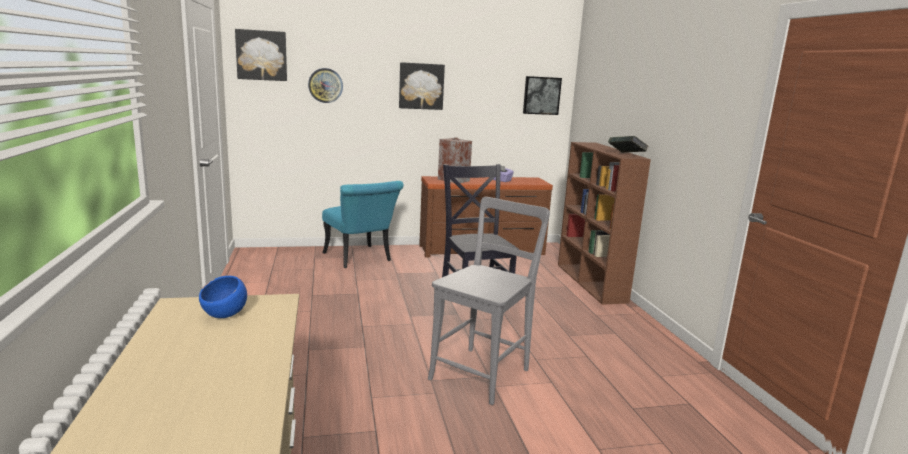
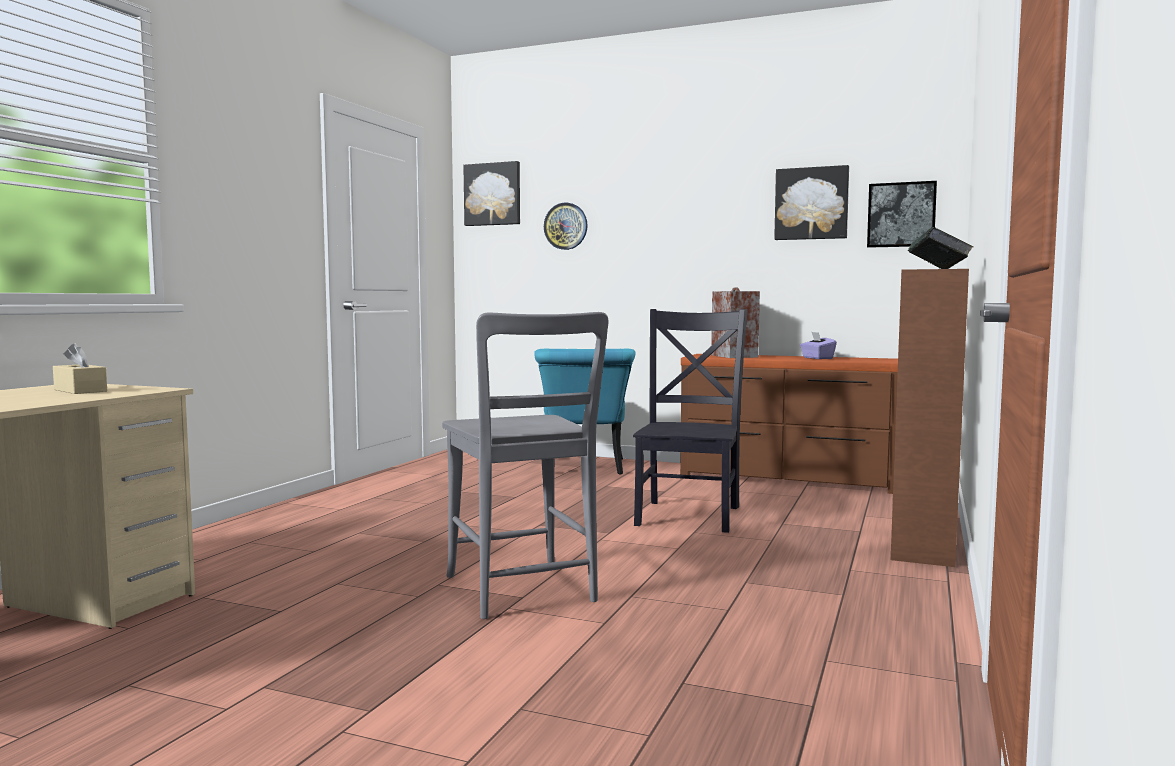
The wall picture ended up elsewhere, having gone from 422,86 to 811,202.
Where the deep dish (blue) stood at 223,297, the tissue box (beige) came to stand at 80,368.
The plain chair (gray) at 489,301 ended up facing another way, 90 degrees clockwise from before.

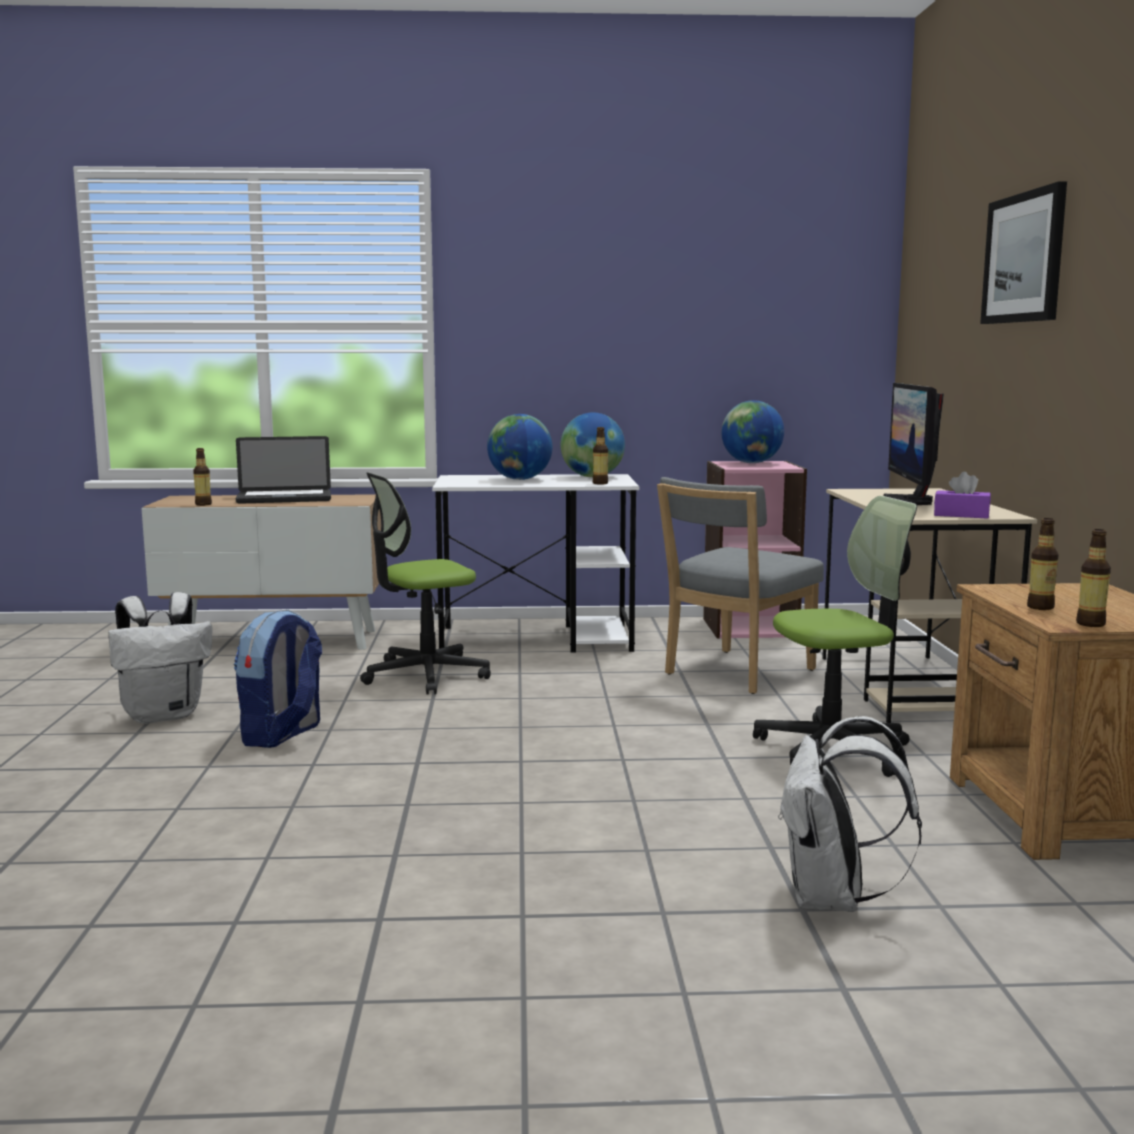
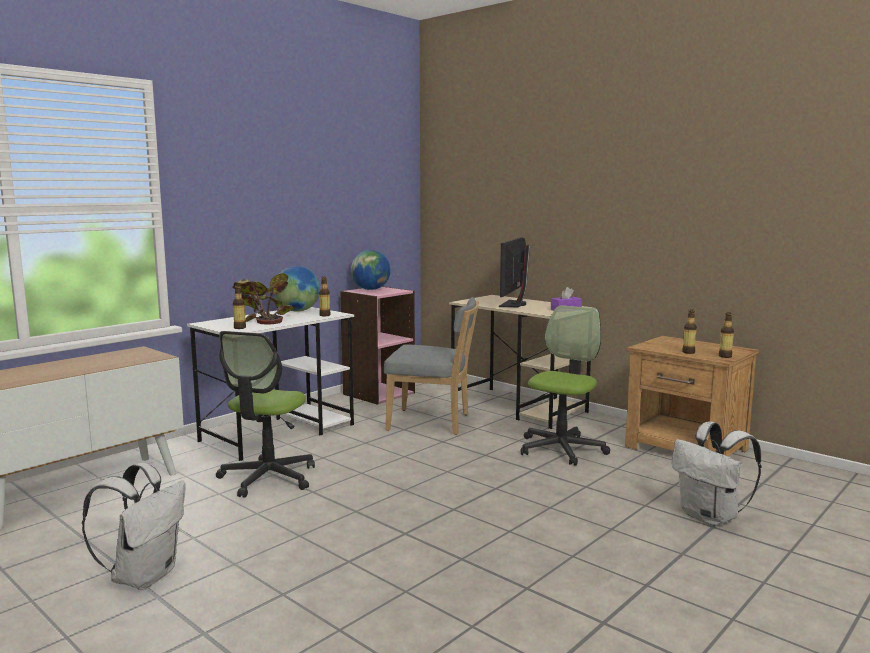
The second view lost the backpack at 278,678.
The second view lost the laptop at 283,470.
The second view lost the wall picture at 1023,252.
The beverage bottle ended up elsewhere, having gone from 202,477 to 239,307.
Where the world globe stood at 519,447, the plant in a pot came to stand at 263,299.
The plain chair (gray) at 740,585 ended up facing another way, 75 degrees counterclockwise from before.
The monitor at 914,444 ended up facing another way, 60 degrees clockwise from before.

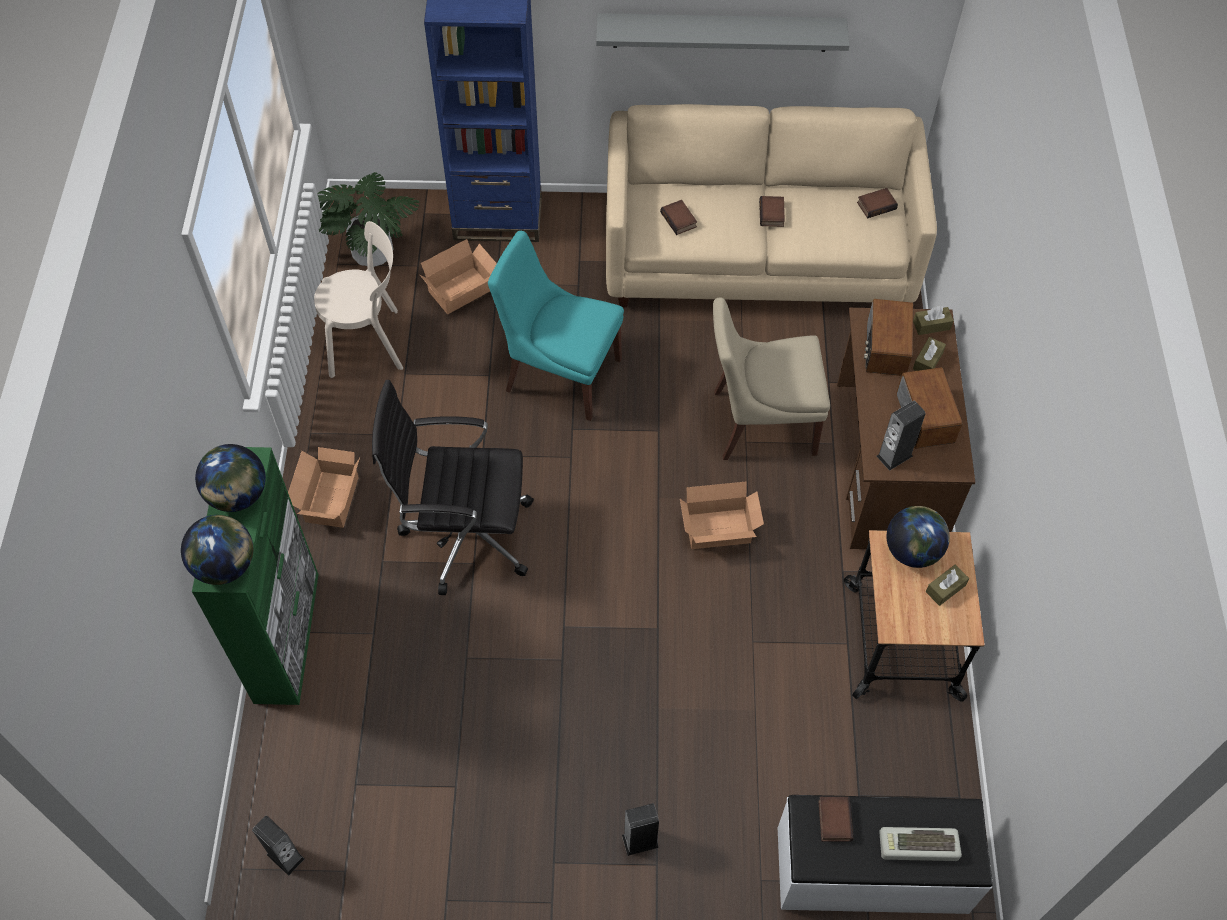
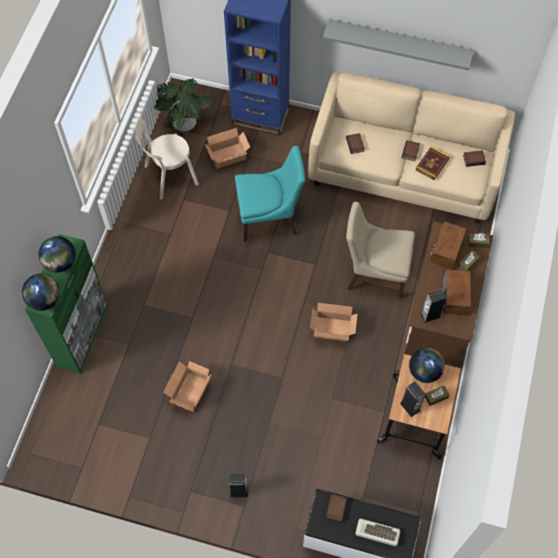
The second view lost the office chair (black-coloured) at 453,487.
The second view gained the bound book at 433,163.
The audio speaker ended up elsewhere, having gone from 278,845 to 413,399.
The packing box ended up elsewhere, having gone from 324,487 to 187,386.
The plain chair (beige) at 358,299 ended up facing another way, 150 degrees clockwise from before.
The plain chair (blue-green) at 556,326 ended up facing another way, 135 degrees clockwise from before.

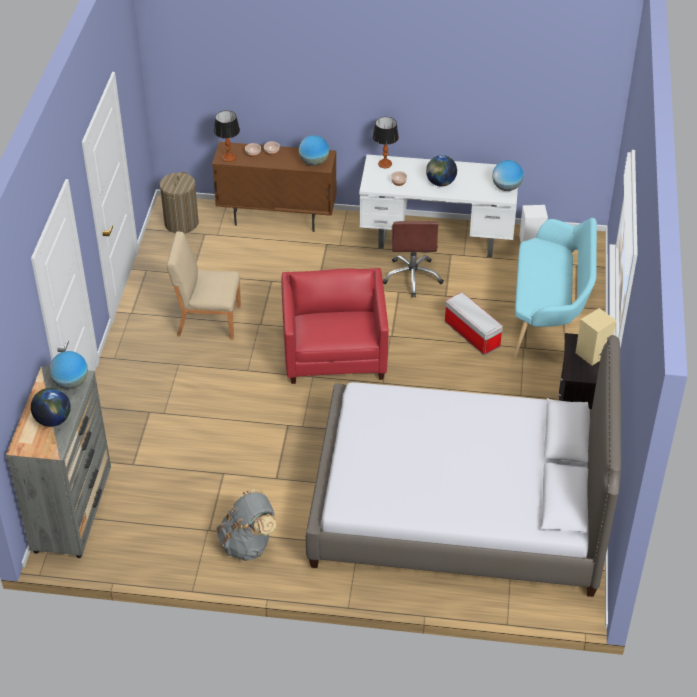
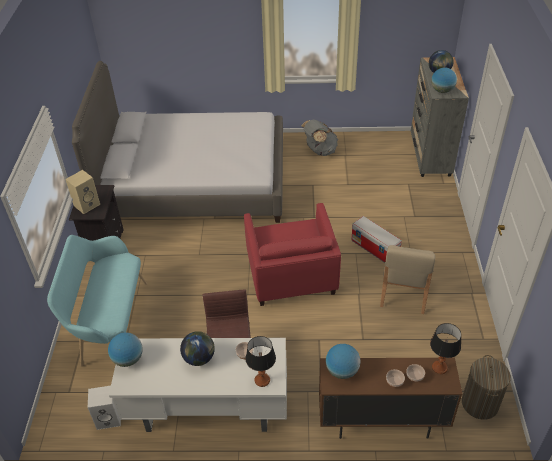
The storage box ended up elsewhere, having gone from 474,323 to 376,239.
The plain chair (beige) at 204,285 ended up facing another way, 105 degrees clockwise from before.

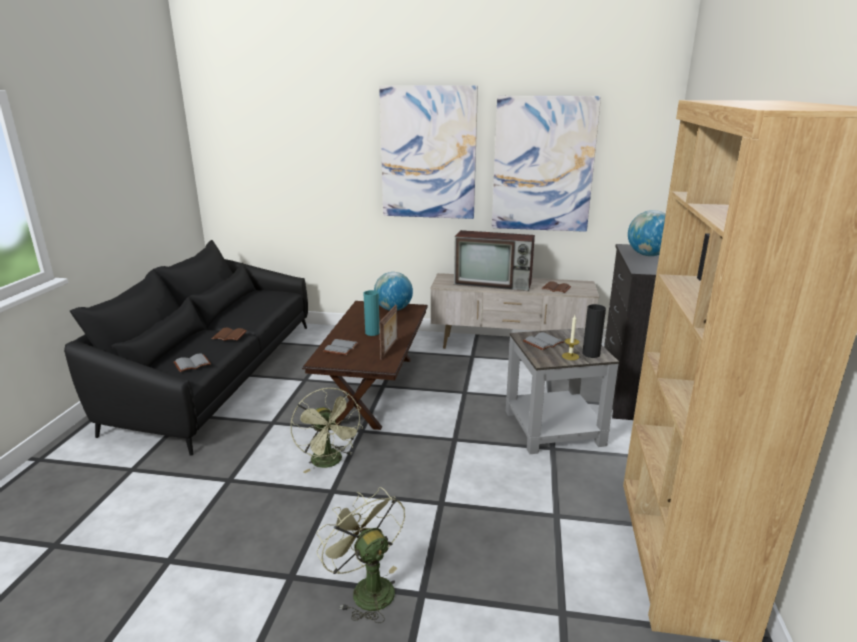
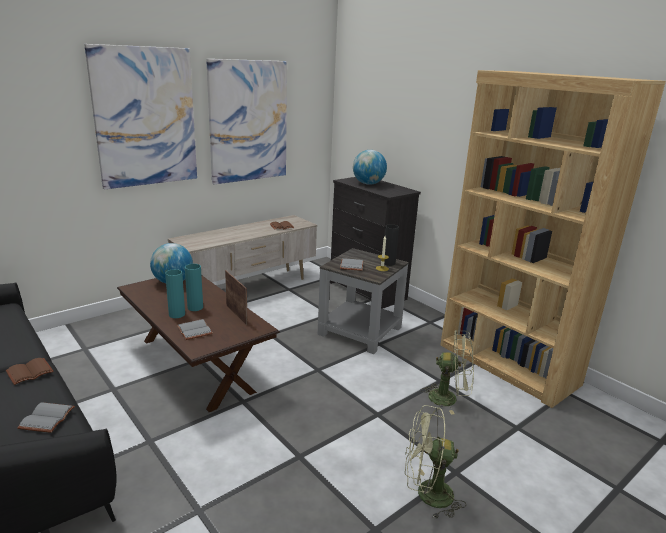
The second view lost the TV at 494,260.
The second view gained the flower vase (blue-green) at 175,293.
The electric fan (greenish) ended up elsewhere, having gone from 327,430 to 447,372.

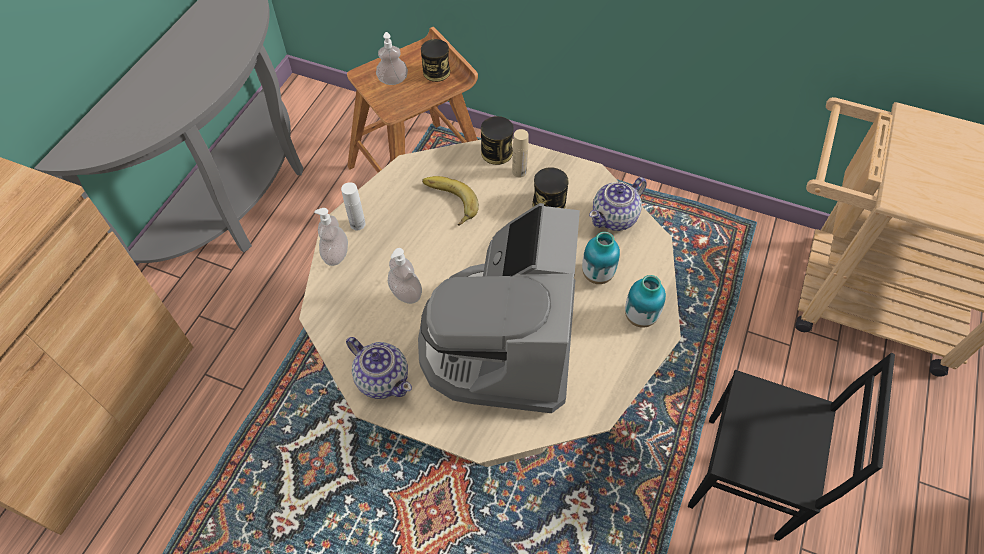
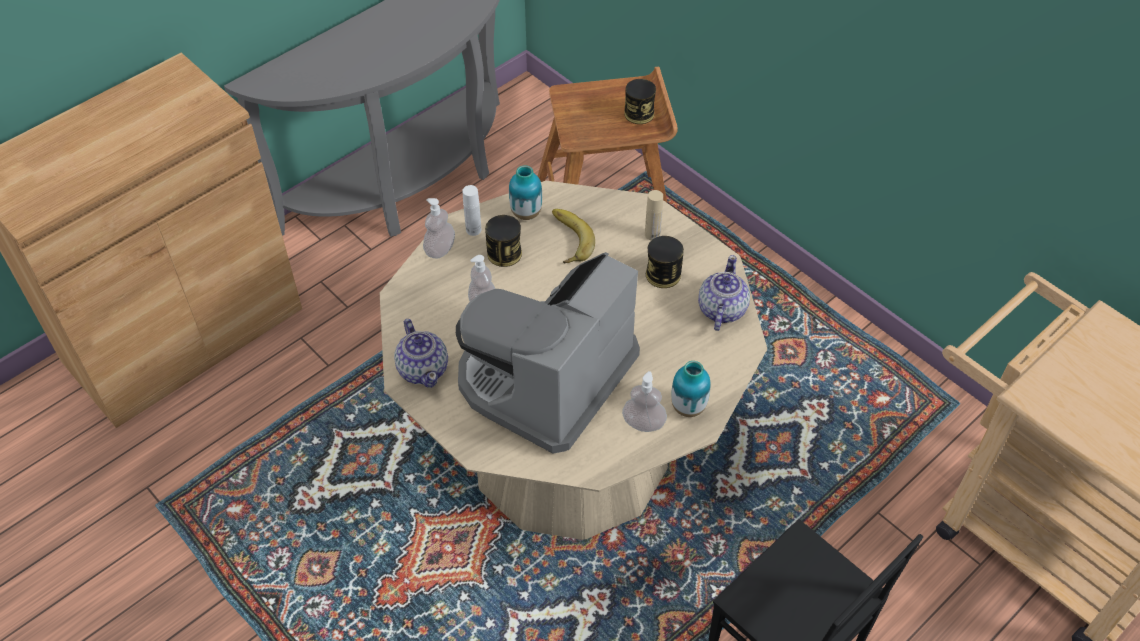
The liquid soap bottle ended up elsewhere, having gone from 392,58 to 644,401.
The sealed can ended up elsewhere, having gone from 497,140 to 503,241.
The flower vase ended up elsewhere, having gone from 601,258 to 525,192.
The teapot at 618,204 ended up facing another way, 120 degrees clockwise from before.

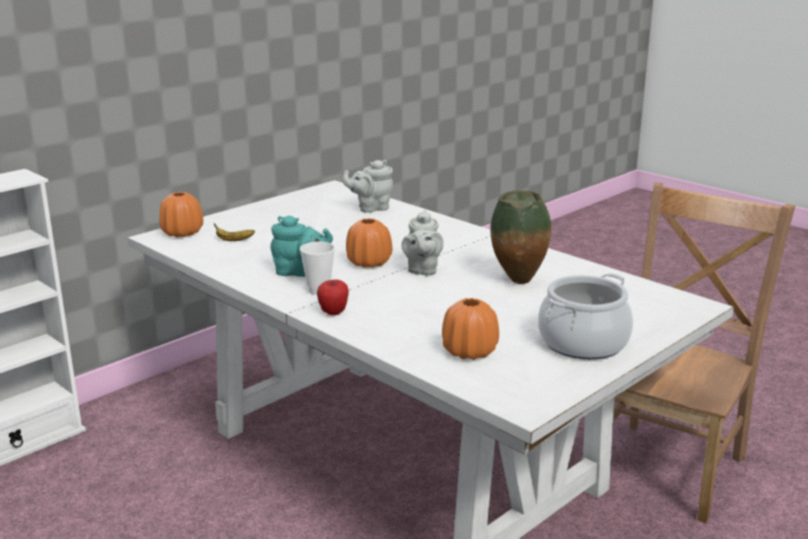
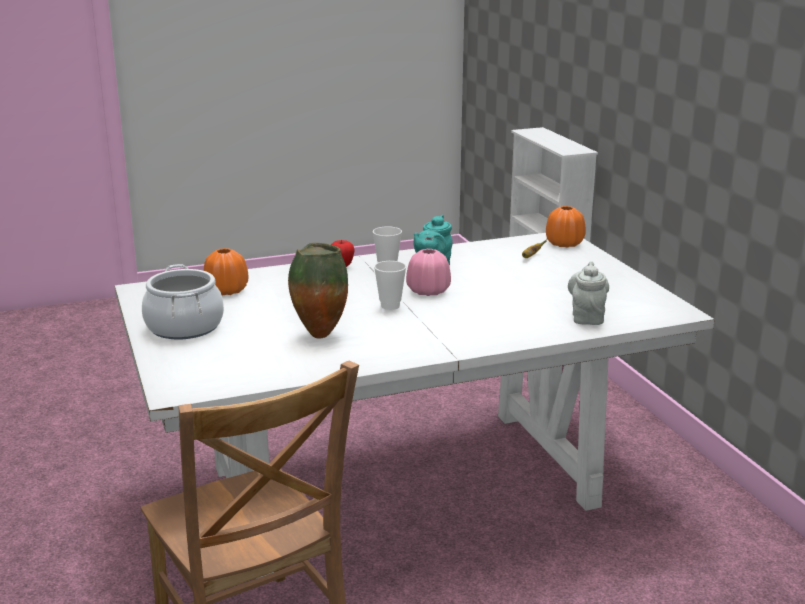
Where the teapot (gray) stood at 422,243, the cup came to stand at 390,285.
What was the flower vase (orange-coloured) at 369,243 turned into the flower vase (pinkish) at 428,272.

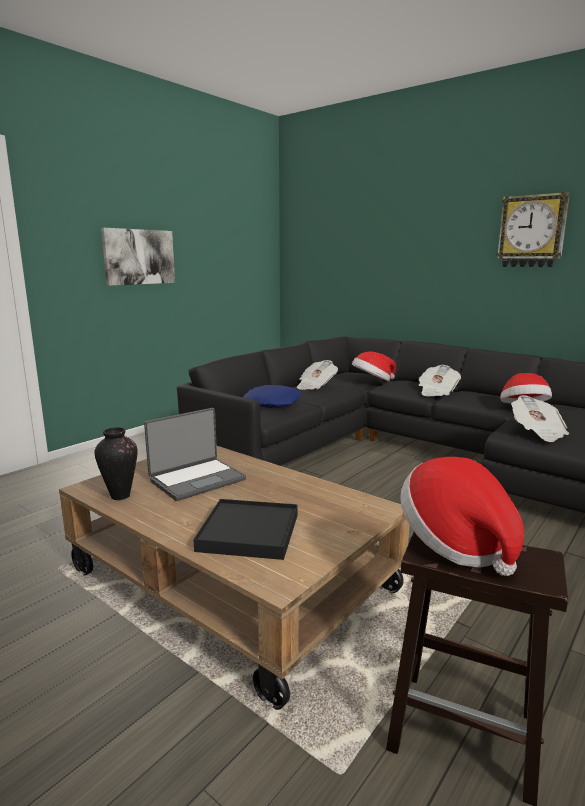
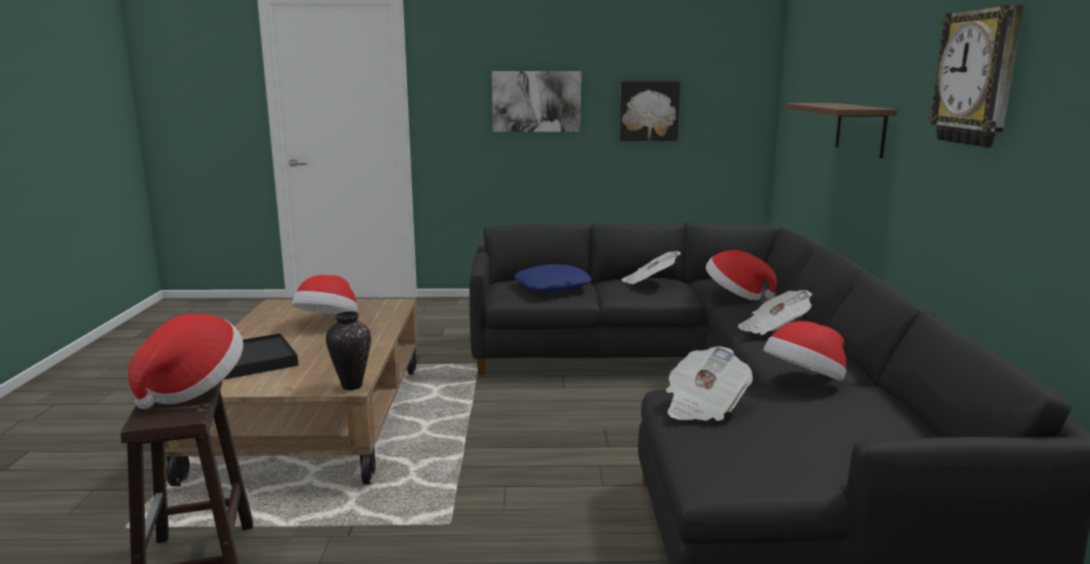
The second view gained the wall picture at 649,111.
The second view gained the shelf (brownish) at 841,131.
The flower vase ended up elsewhere, having gone from 116,463 to 348,350.
Where the laptop stood at 195,454, the wearable hat came to stand at 325,294.

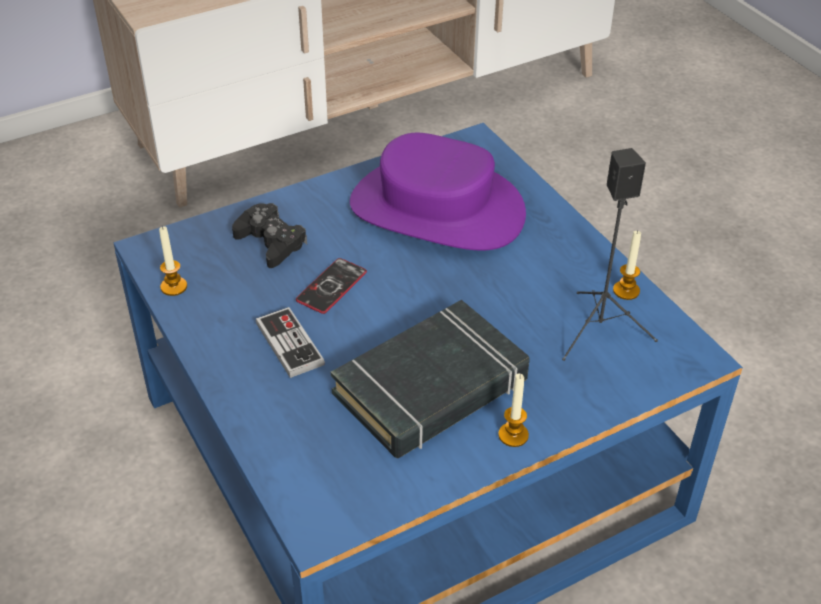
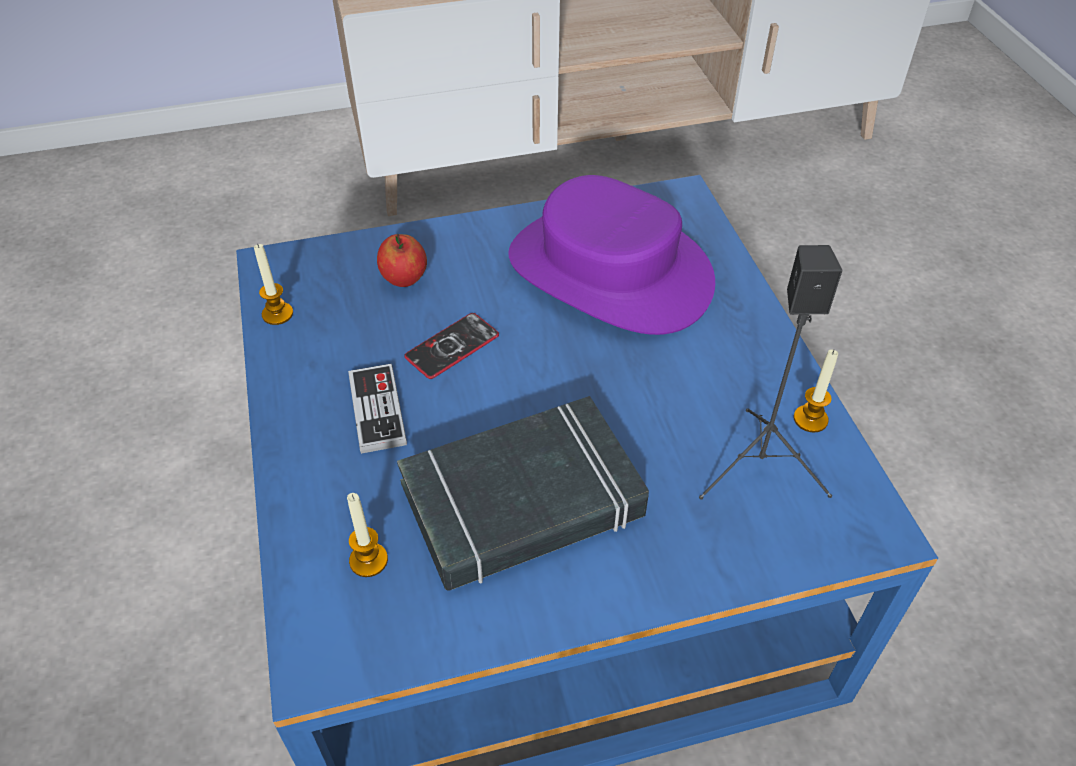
The wax candle ended up elsewhere, having gone from 513,410 to 367,535.
Where the gamepad (black-coloured) stood at 269,235, the apple came to stand at 402,260.

